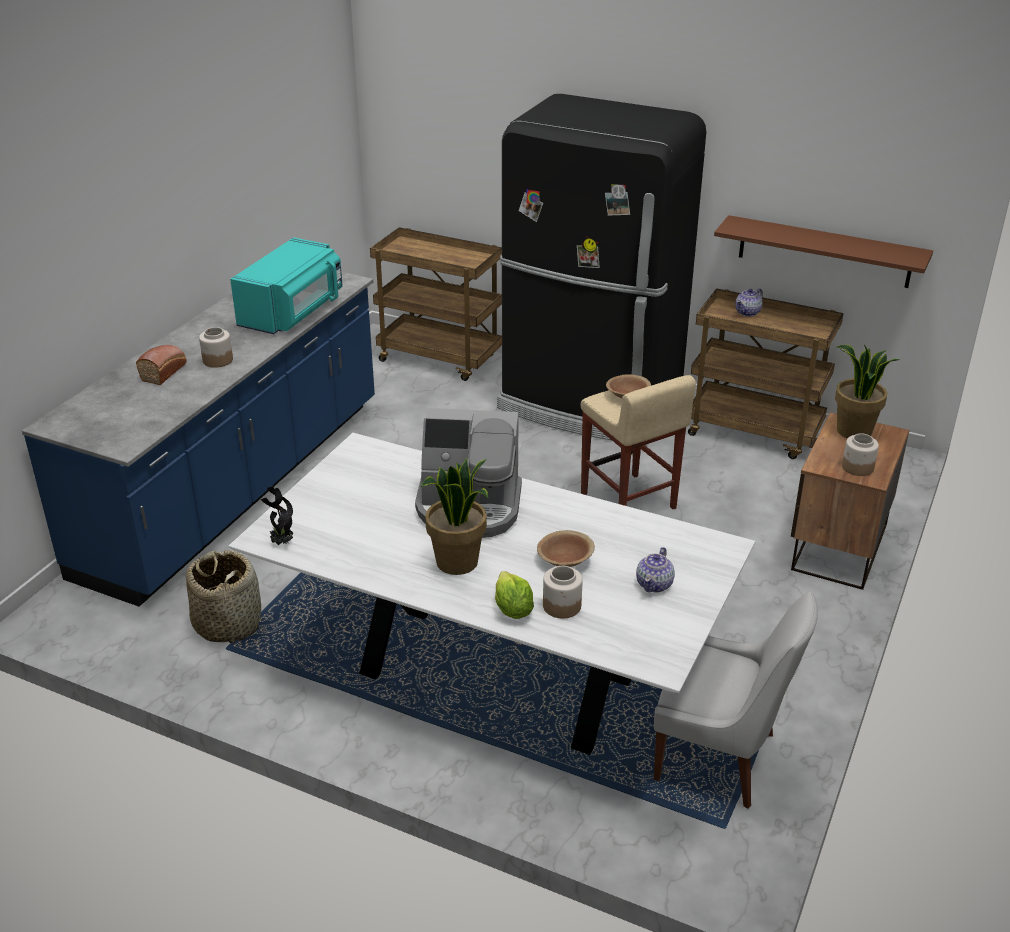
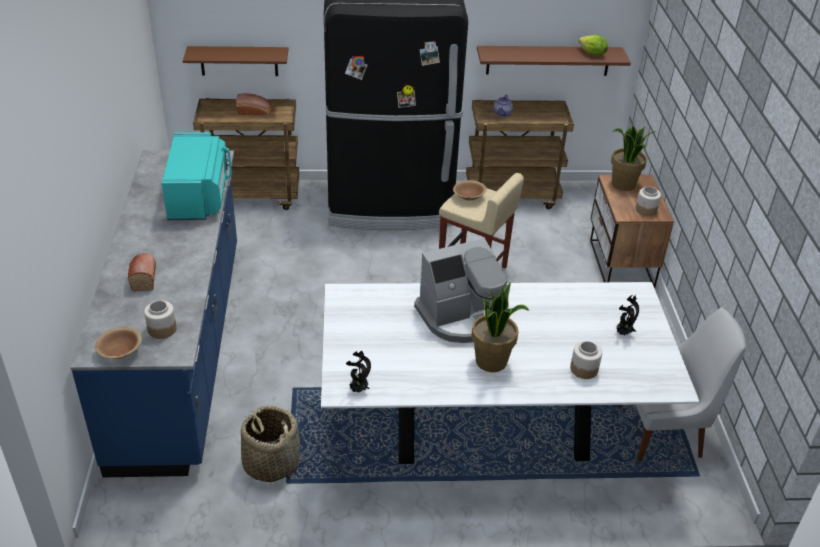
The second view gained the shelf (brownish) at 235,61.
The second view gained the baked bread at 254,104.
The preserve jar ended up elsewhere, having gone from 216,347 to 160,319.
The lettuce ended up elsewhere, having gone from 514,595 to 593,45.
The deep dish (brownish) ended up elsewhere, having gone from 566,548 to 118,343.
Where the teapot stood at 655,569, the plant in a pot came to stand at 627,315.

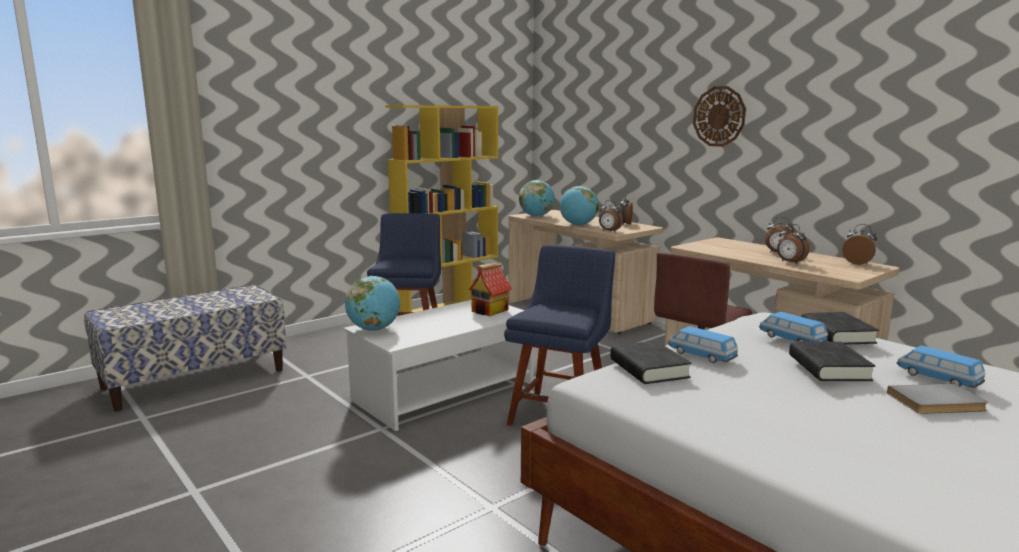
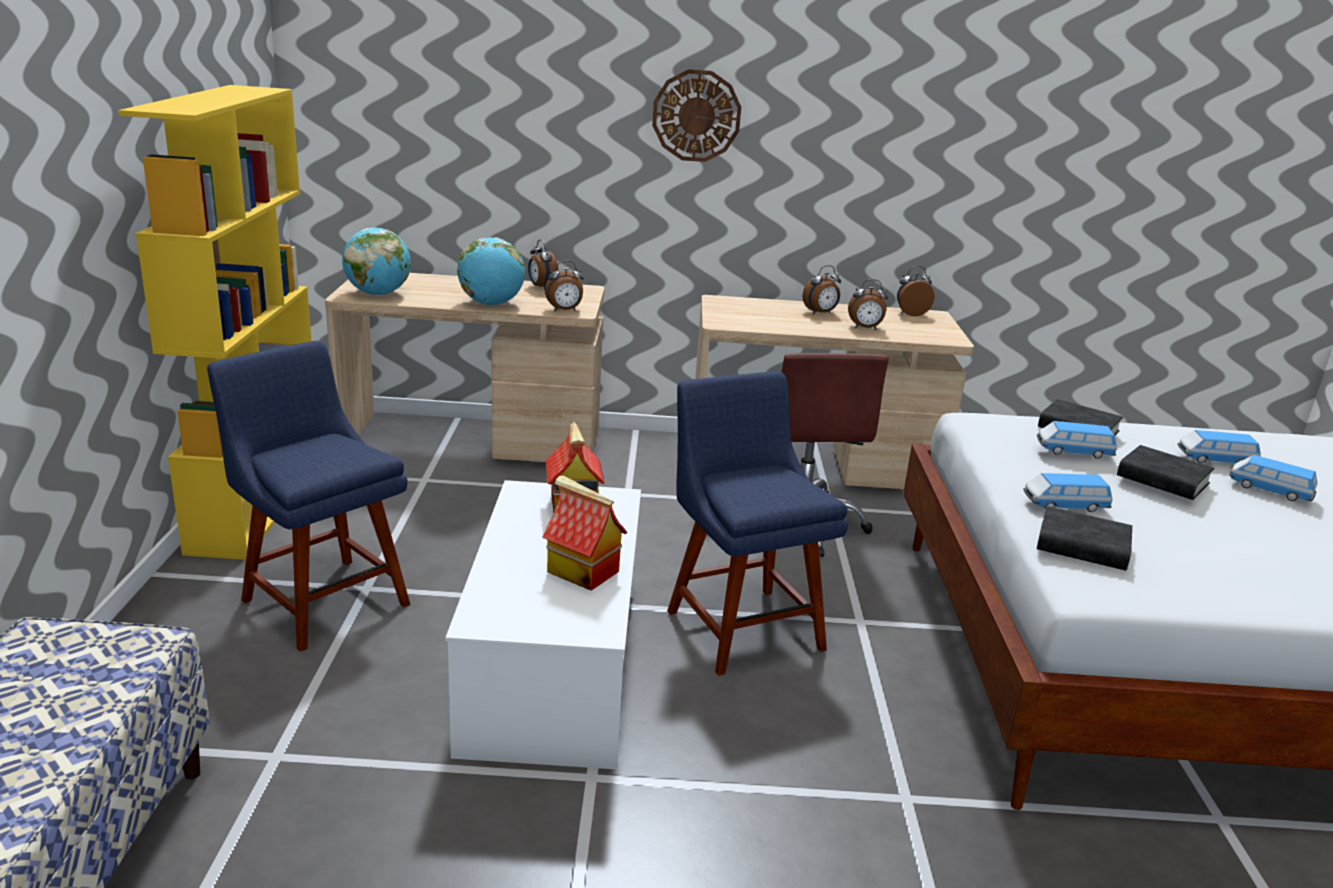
The second view lost the world globe at 372,303.
The second view gained the model house at 584,533.
Where the bound book (gray) stood at 937,399, the miniature car came to stand at 1273,478.

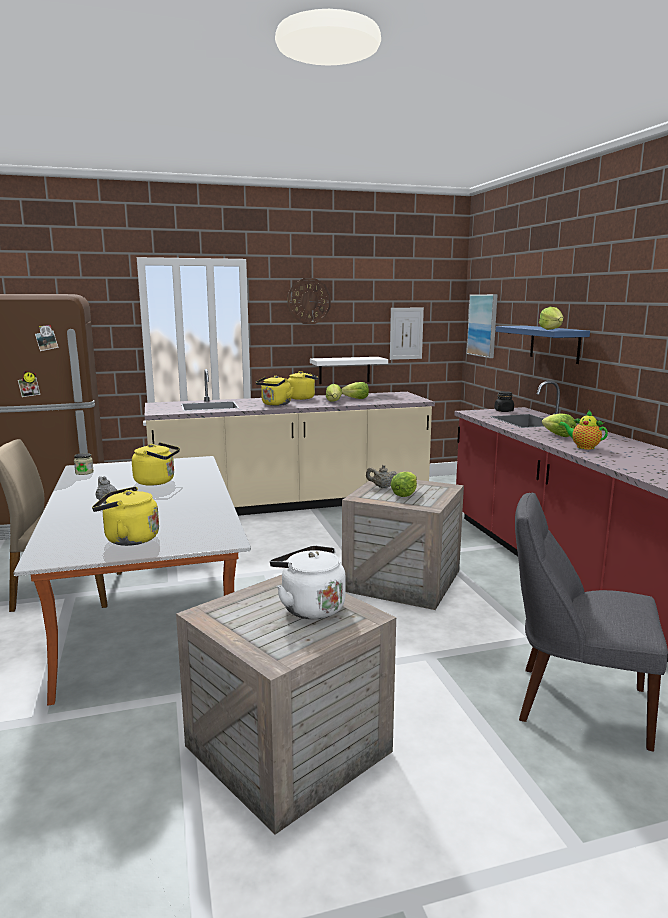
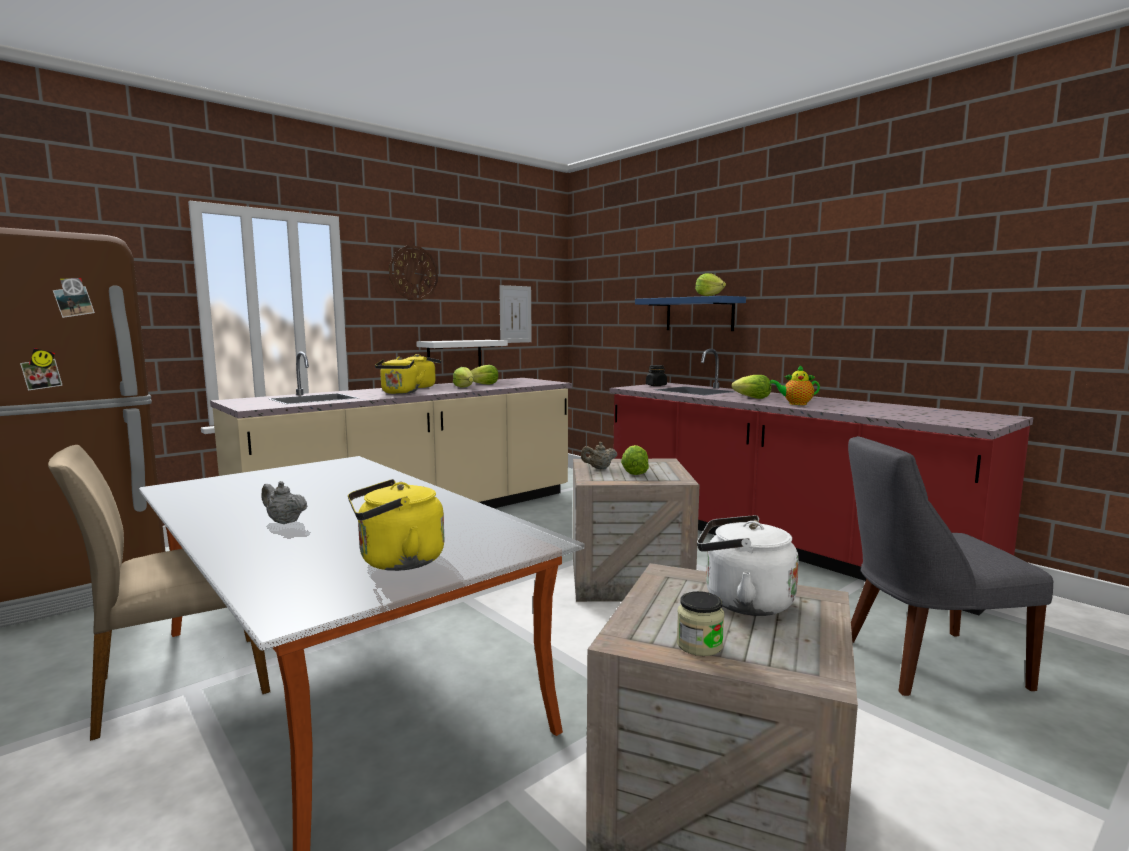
The second view lost the kettle (yellowish) at 156,464.
The second view lost the wall picture at 482,326.
The preserve jar ended up elsewhere, having gone from 84,464 to 700,623.

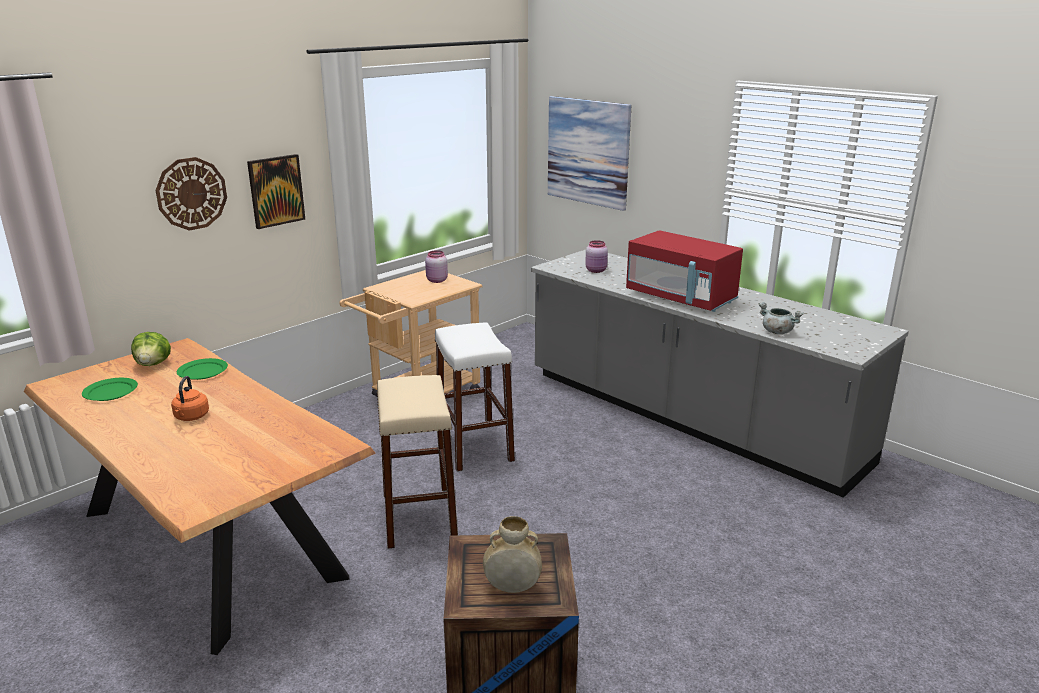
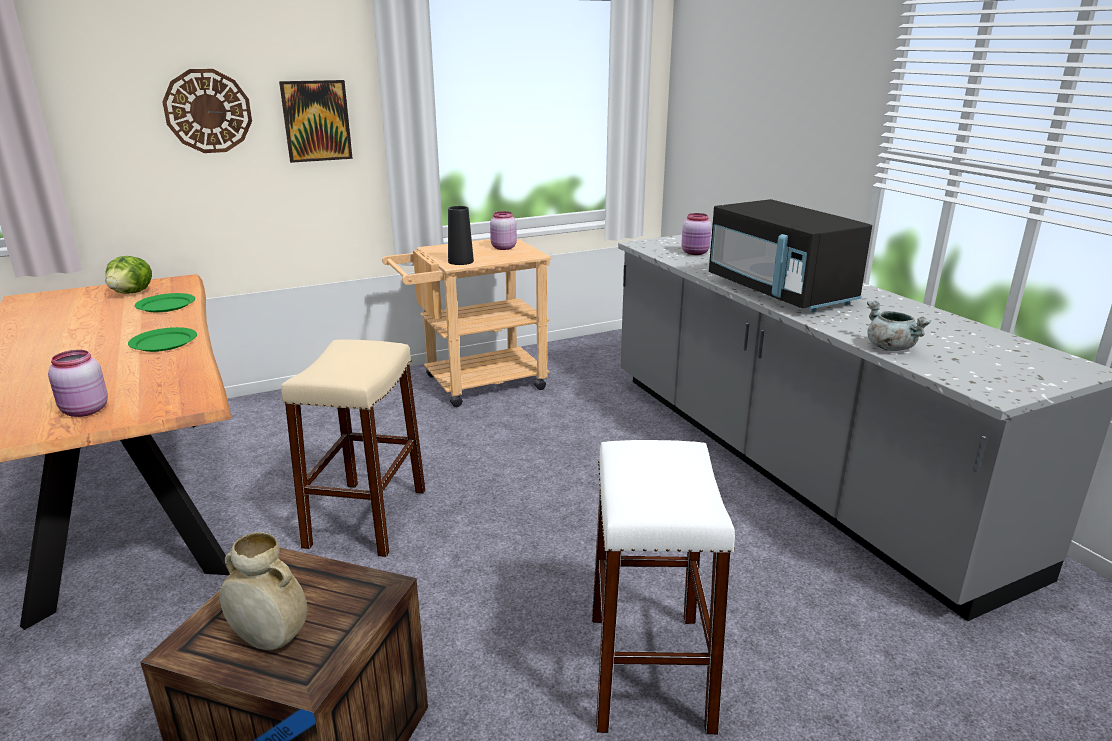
The second view lost the kettle (orange-coloured) at 190,398.
The second view lost the wall picture at 590,153.
The second view gained the preserve jar (pinkish) at 78,383.
The second view gained the flower vase (black-coloured) at 461,235.
The plate (greenish) ended up elsewhere, having gone from 110,389 to 162,339.
The sitting stool (white-coloured) ended up elsewhere, having gone from 475,397 to 663,587.
What was the microwave (red) at 684,271 turned into the microwave (black-coloured) at 790,255.

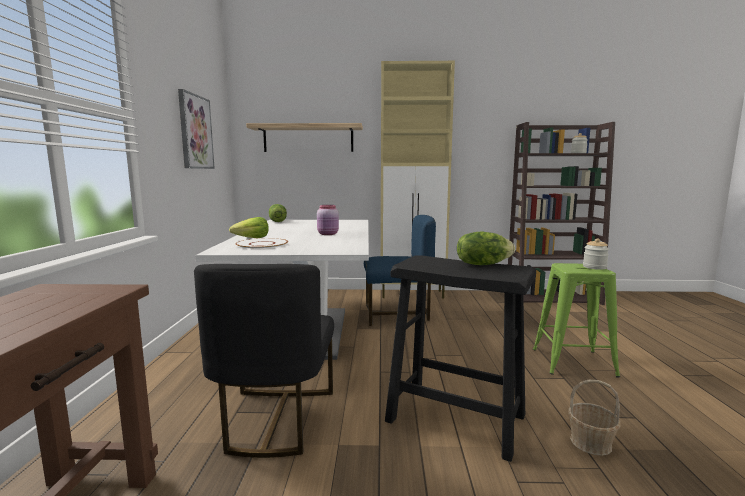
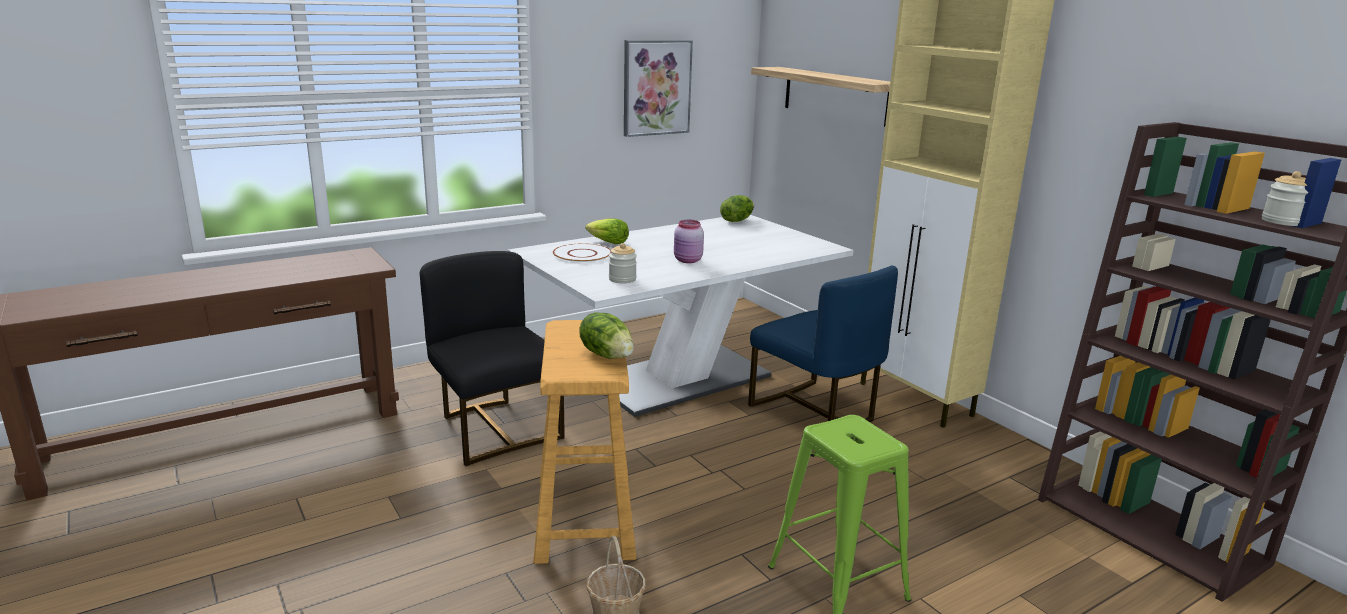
The preserve jar ended up elsewhere, having gone from 596,254 to 623,263.
What was the sitting stool (black-coloured) at 460,358 turned into the sitting stool (beige) at 585,442.
The plain chair (black-coloured) at 264,361 ended up facing another way, 90 degrees clockwise from before.

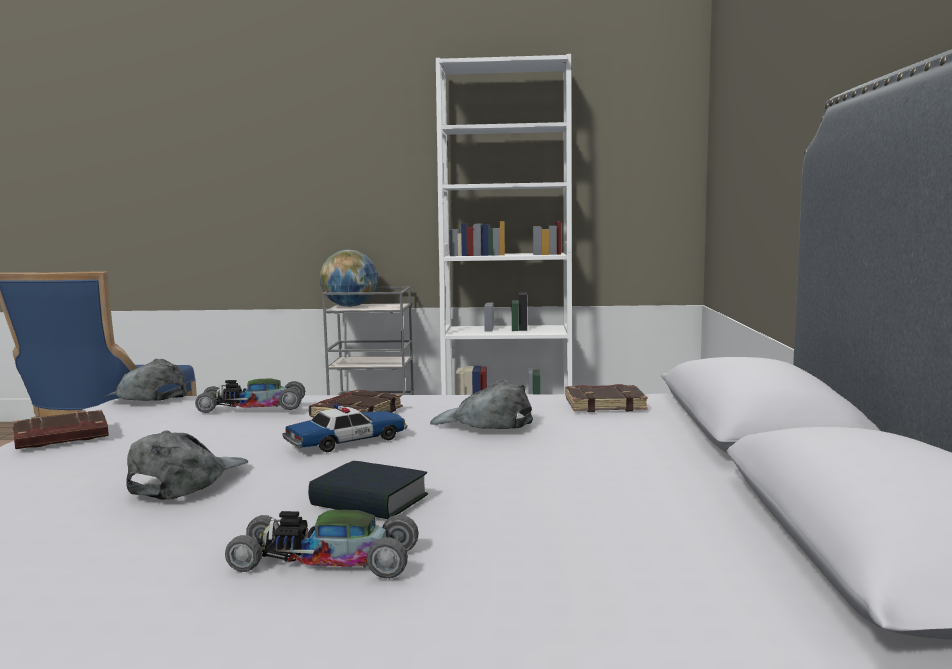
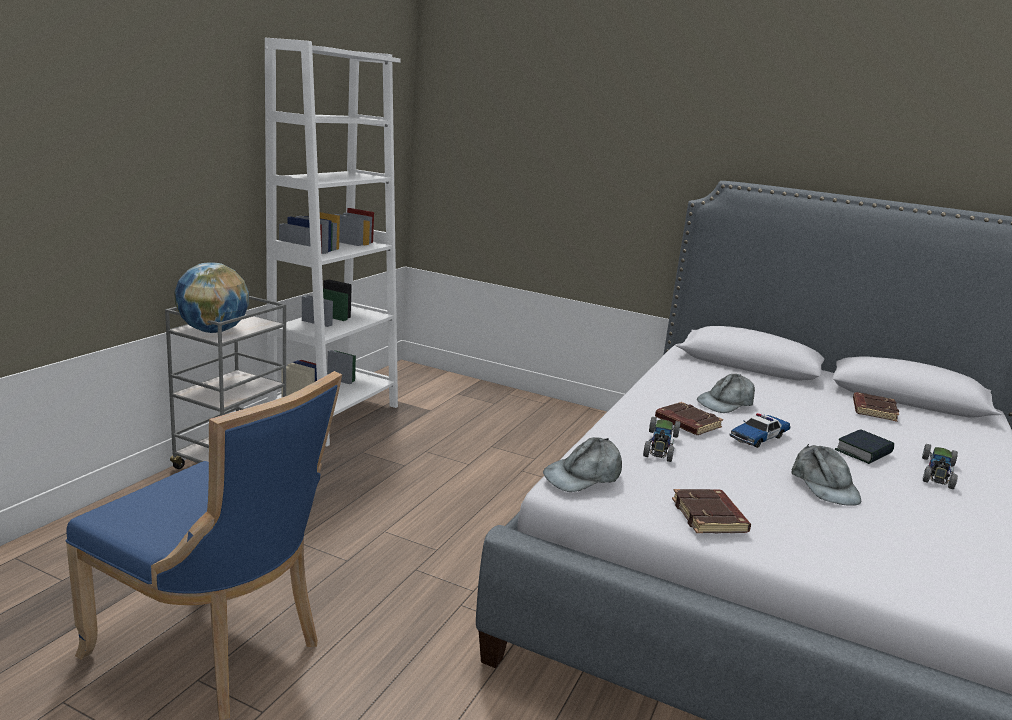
The bound book (brownish) ended up elsewhere, having gone from 606,398 to 876,407.
The peaked cap (gray) at 187,465 ended up facing another way, 135 degrees counterclockwise from before.
The miniature car at 345,428 ended up facing another way, 120 degrees counterclockwise from before.

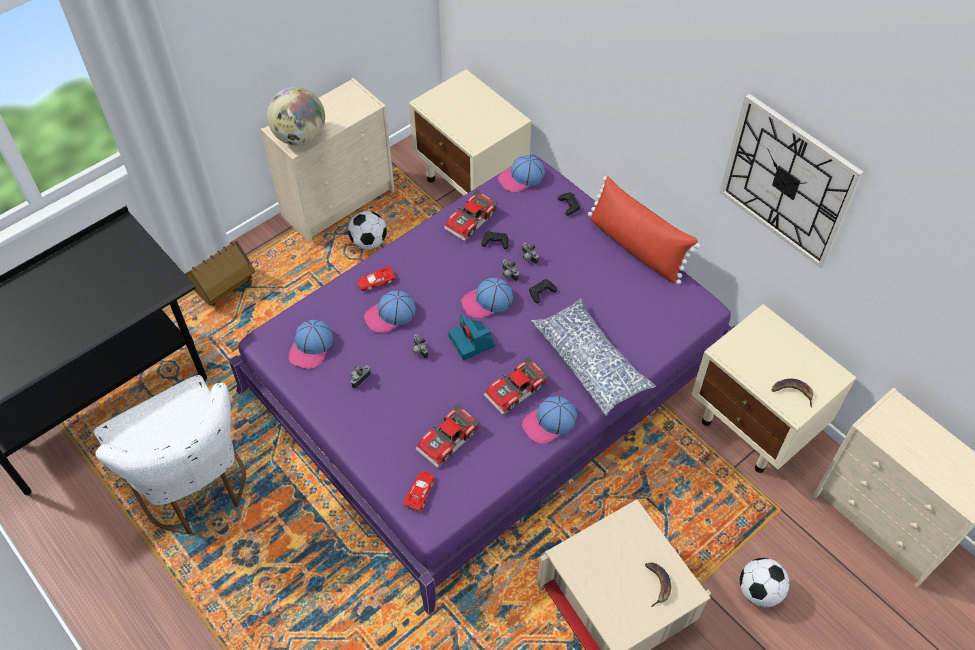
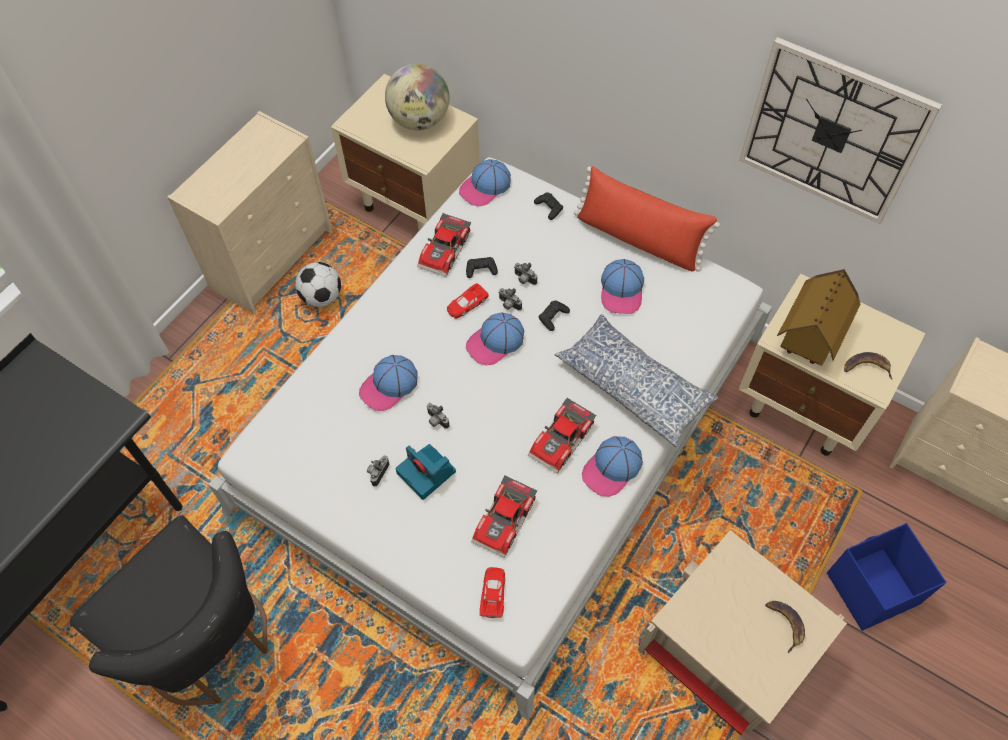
The model house ended up elsewhere, having gone from 220,273 to 819,317.
The world globe ended up elsewhere, having gone from 296,116 to 417,97.
The peaked cap ended up elsewhere, having gone from 311,344 to 622,286.
The miniature car (red) ended up elsewhere, having gone from 376,278 to 468,301.
The still camera ended up elsewhere, having gone from 471,337 to 426,472.
Where the ball for football stood at 764,582, the storage box (blue) came to stand at 886,577.
What was the plain chair (white-coloured) at 170,454 turned into the plain chair (black-coloured) at 168,610.
What was the sleeping bed (purplish) at 482,385 turned into the sleeping bed (white-coloured) at 490,438.

